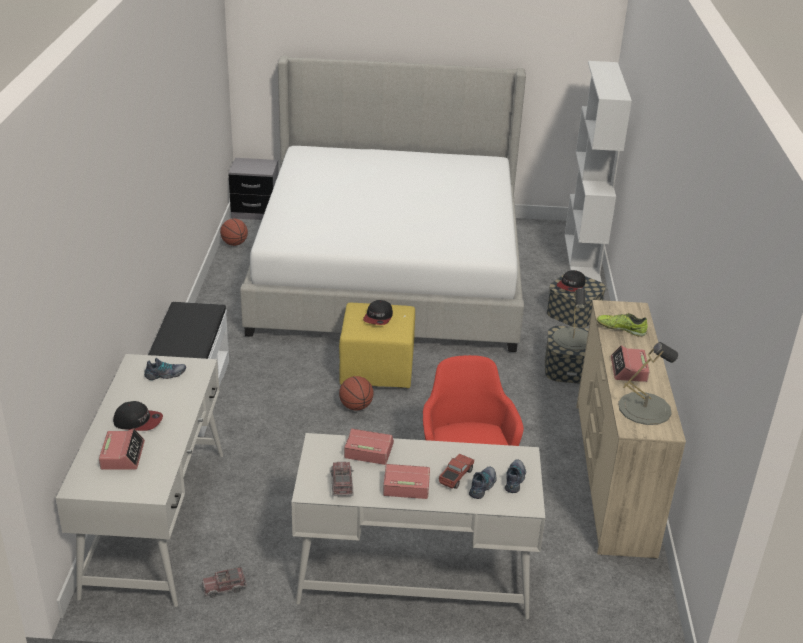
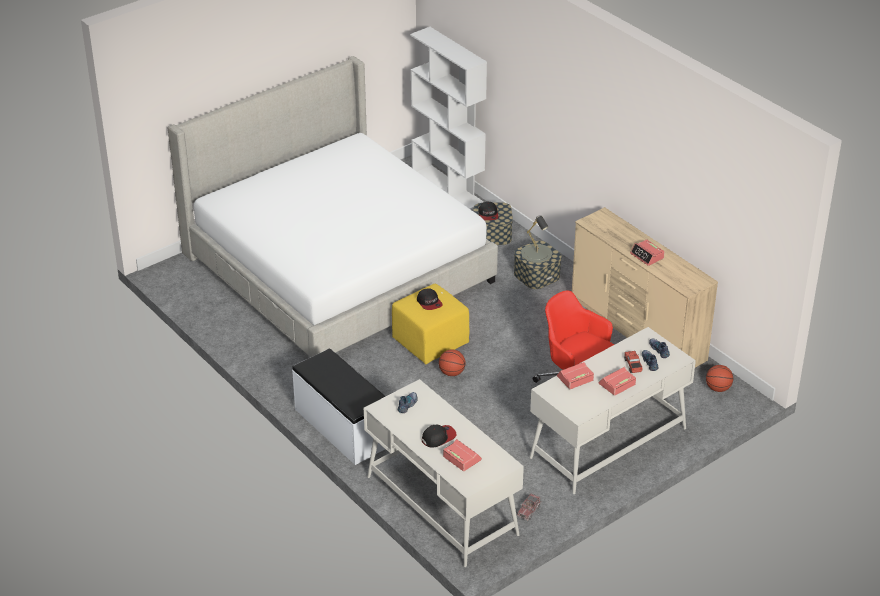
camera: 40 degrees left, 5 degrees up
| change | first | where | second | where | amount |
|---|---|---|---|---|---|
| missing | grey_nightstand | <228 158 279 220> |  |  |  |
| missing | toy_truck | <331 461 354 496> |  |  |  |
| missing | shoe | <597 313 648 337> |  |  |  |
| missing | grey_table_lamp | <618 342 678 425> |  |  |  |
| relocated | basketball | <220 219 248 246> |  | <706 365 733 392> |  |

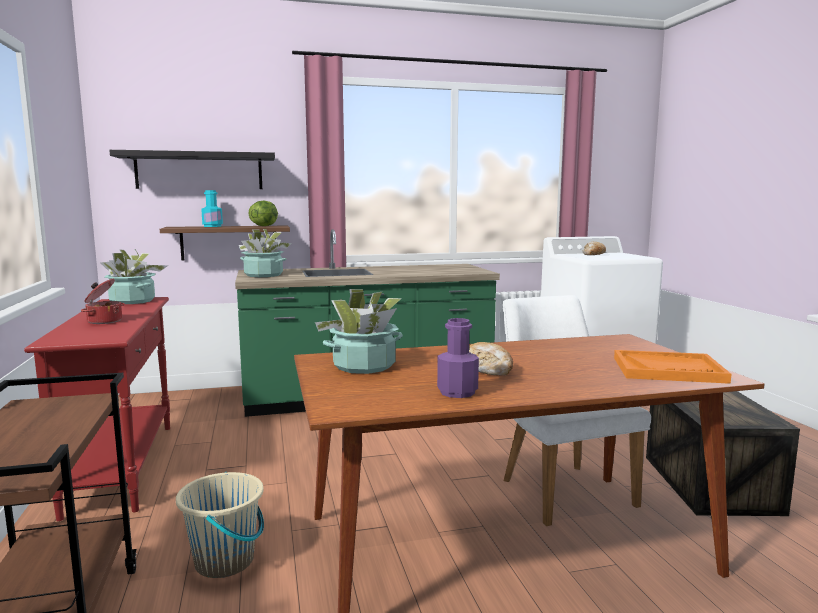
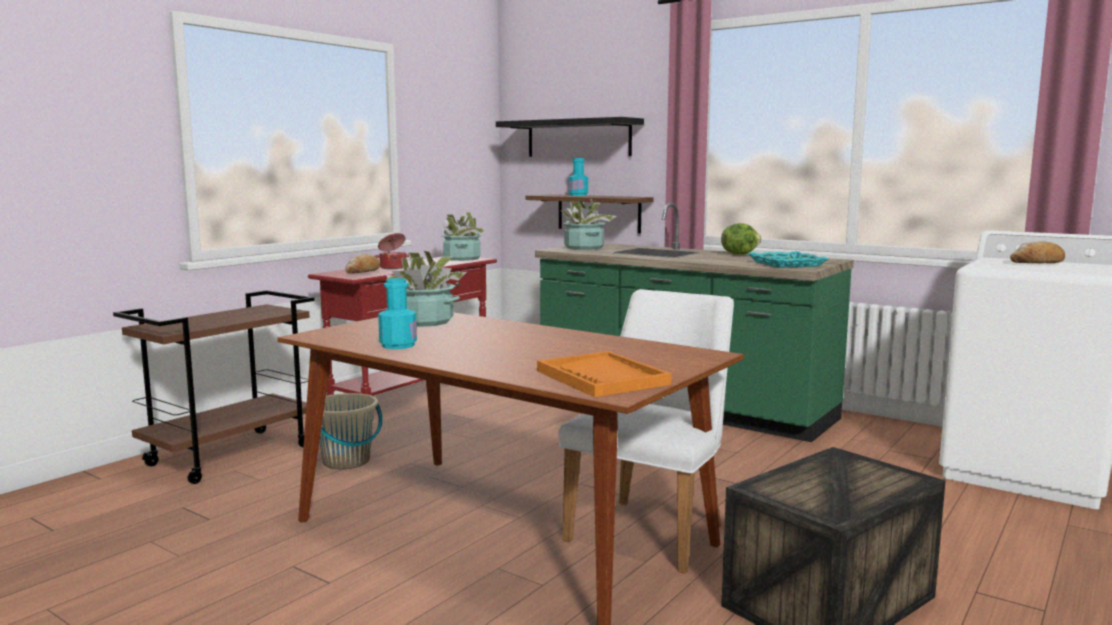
camera: 50 degrees right, 0 degrees up
| change | first | where | second | where | amount |
|---|---|---|---|---|---|
| appeared |  |  | turquoise_tray | <748 251 828 268> |  |
| relocated | lettuce | <248 201 278 226> |  | <721 223 762 255> |  |
| relocated | bread | <469 342 513 375> |  | <345 254 381 273> |  |
| colour | purple_bottle | <437 318 479 398> | turquoise_bottle | <378 278 417 349> |  |

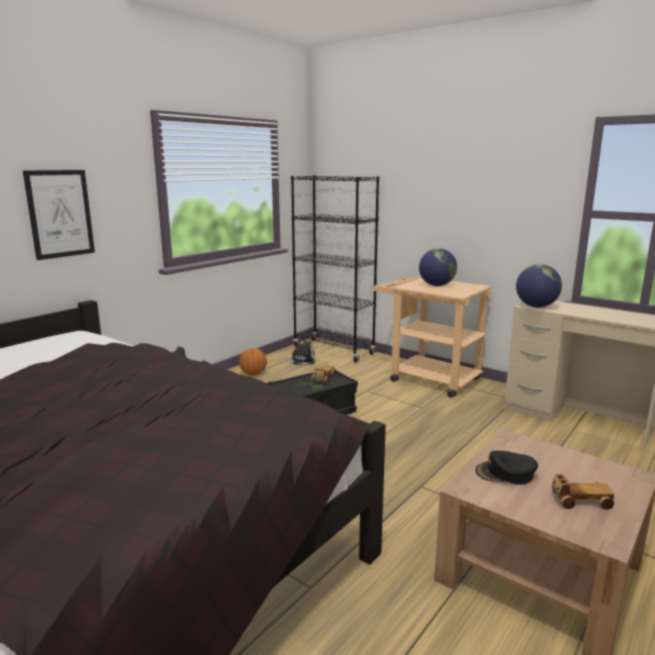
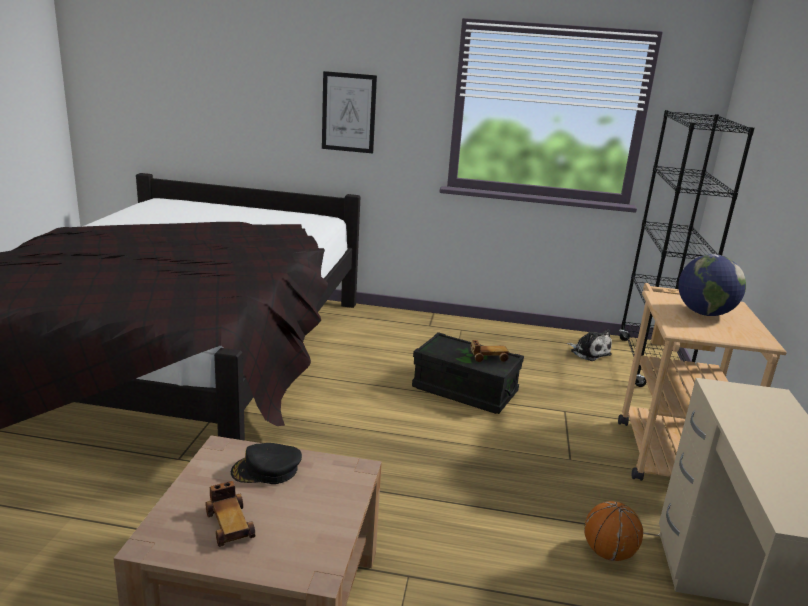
camera: 60 degrees right, 5 degrees up
| change | first | where | second | where | amount |
|---|---|---|---|---|---|
| missing | globe | <516 264 562 307> |  |  |  |
| relocated | basketball | <239 348 267 376> |  | <584 501 643 561> |  |
| spun | black_cap | <475 451 538 485> |  | <231 443 302 484> | 75 degrees counterclockwise |

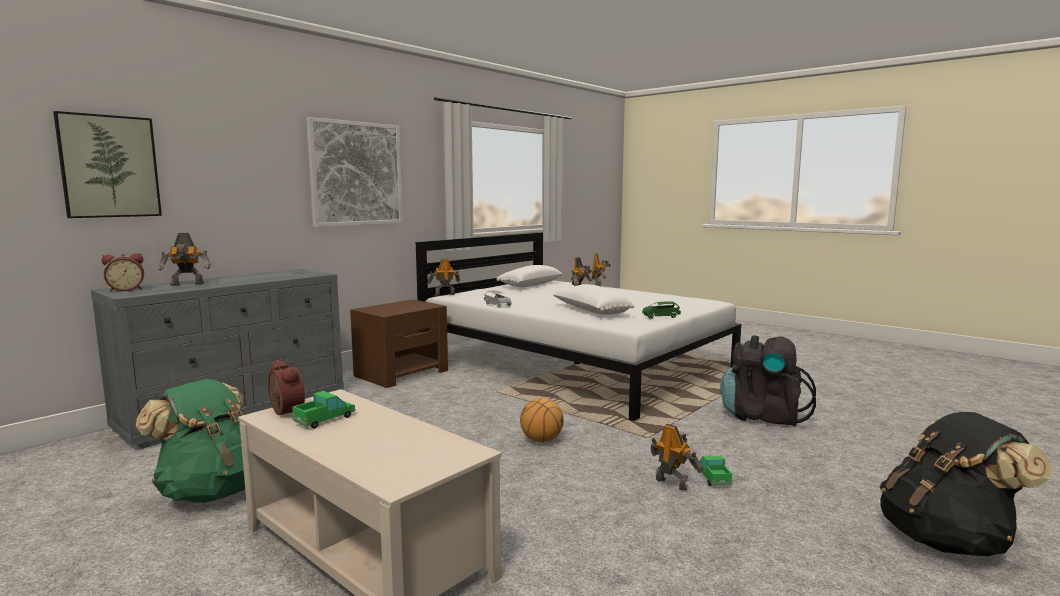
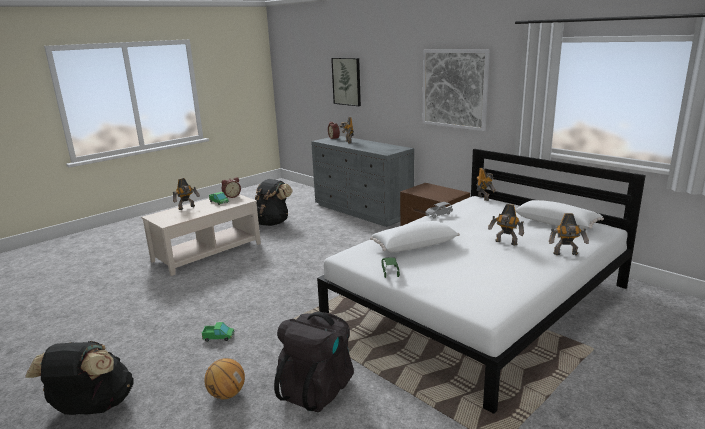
camera: 95 degrees right, 10 degrees up
| change | first | where | second | where | amount |
|---|---|---|---|---|---|
| relocated | basketball | <520 398 564 442> |  | <204 358 245 399> |  |
| relocated | toy_robot | <651 424 703 491> |  | <172 178 200 210> |  |
| colour | green_backpack | <136 379 245 503> | black_backpack | <255 179 292 226> |  |

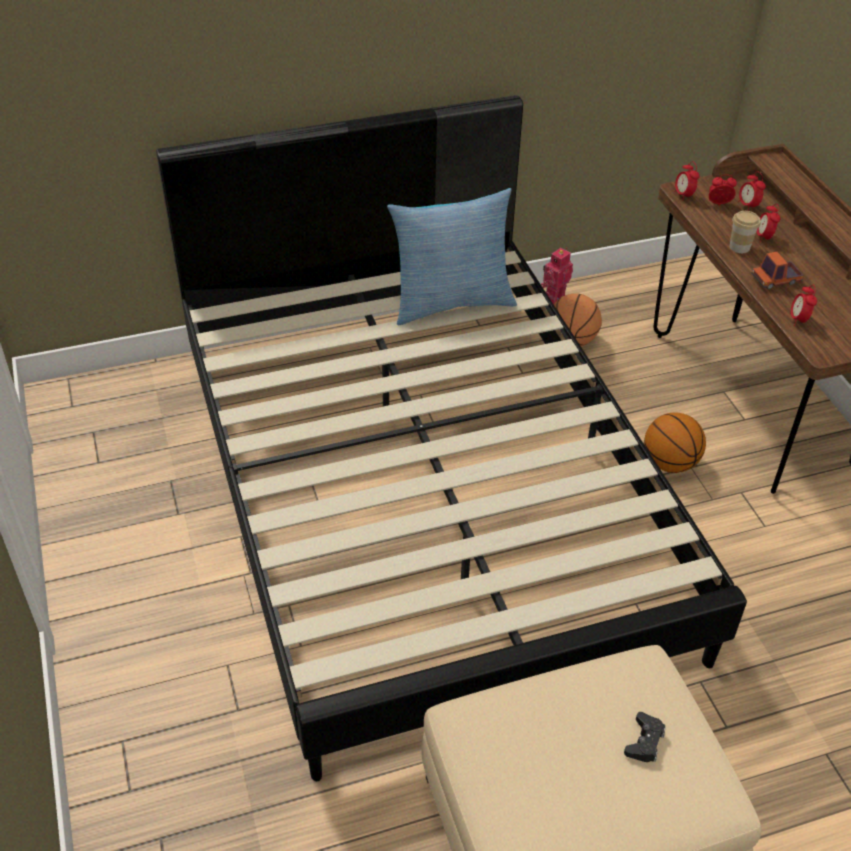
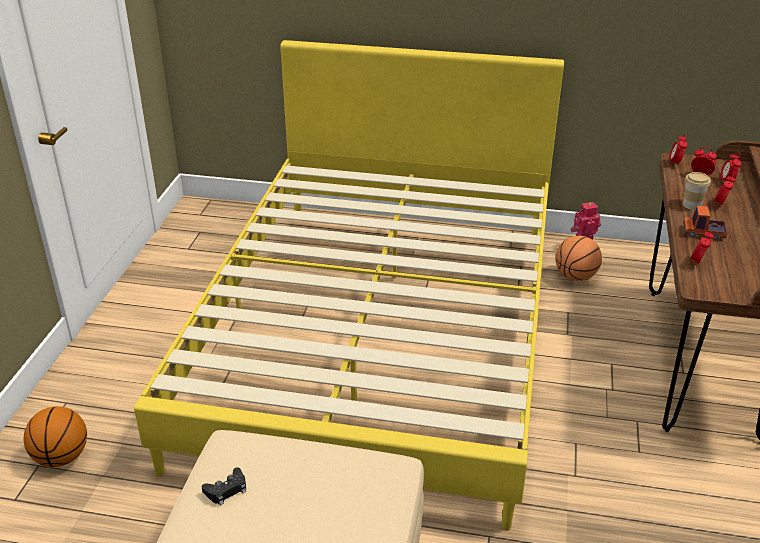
camera: 30 degrees right, 10 degrees down
| change | first | where | second | where | amount |
|---|---|---|---|---|---|
| missing | pillow | <387 188 517 325> |  |  |  |
| relocated | black_game_controller | <624 712 666 762> |  | <202 467 246 506> |  |
| relocated | basketball | <644 412 706 473> |  | <24 406 87 467> |  |
| colour | black_bed | <156 95 747 781> | yellow_bed | <134 40 564 531> |  |

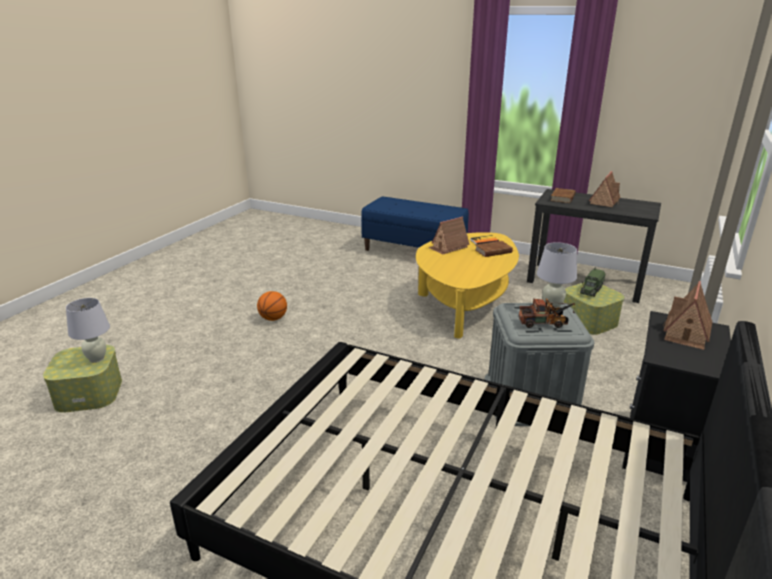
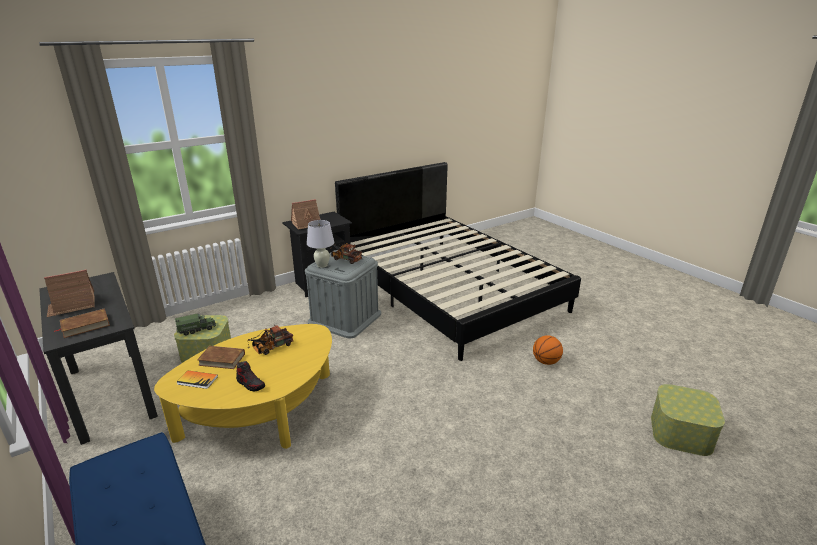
camera: 150 degrees left, 0 degrees up
| change | first | where | second | where | amount |
|---|---|---|---|---|---|
| missing | white_table_lamp | <66 298 110 363> |  |  |  |
| appeared |  |  | toy_truck | <248 325 294 355> |  |
| relocated | basketball | <257 291 287 321> |  | <533 335 563 365> |  |
| exchanged | toy_house | <428 216 470 255> | shoe | <236 361 265 391> |  |

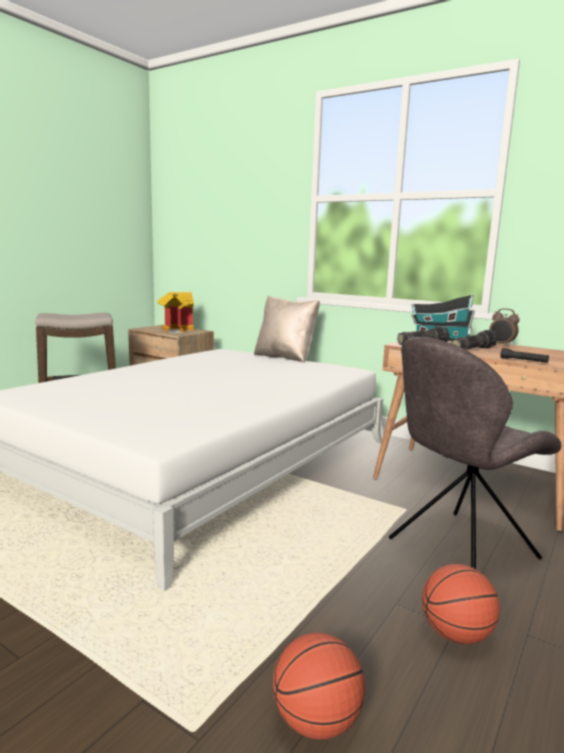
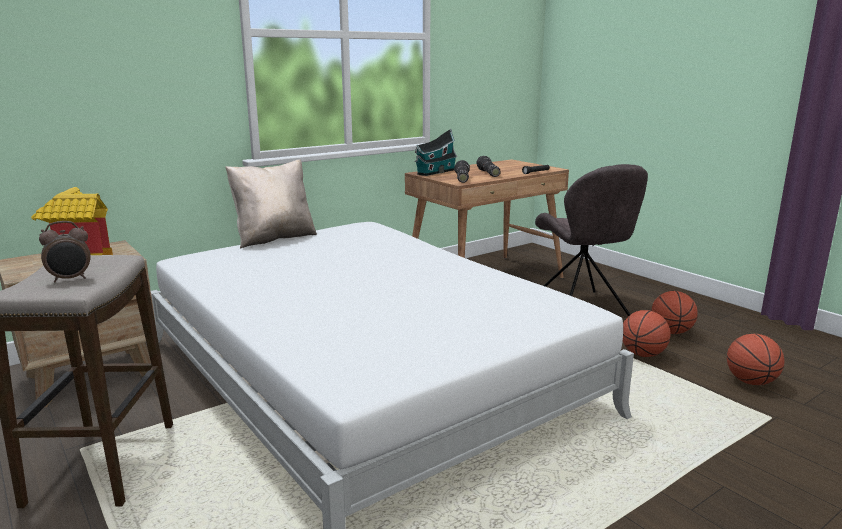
camera: 70 degrees left, 5 degrees up
| change | first | where | second | where | amount |
|---|---|---|---|---|---|
| appeared |  |  | basketball | <623 310 671 357> |  |
| relocated | alarm_clock | <489 309 519 346> |  | <39 221 91 283> |  |

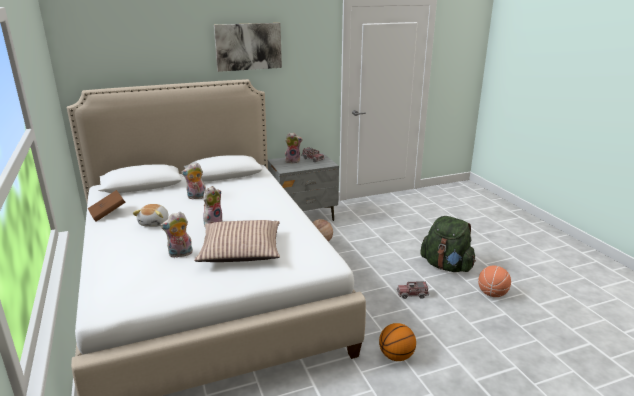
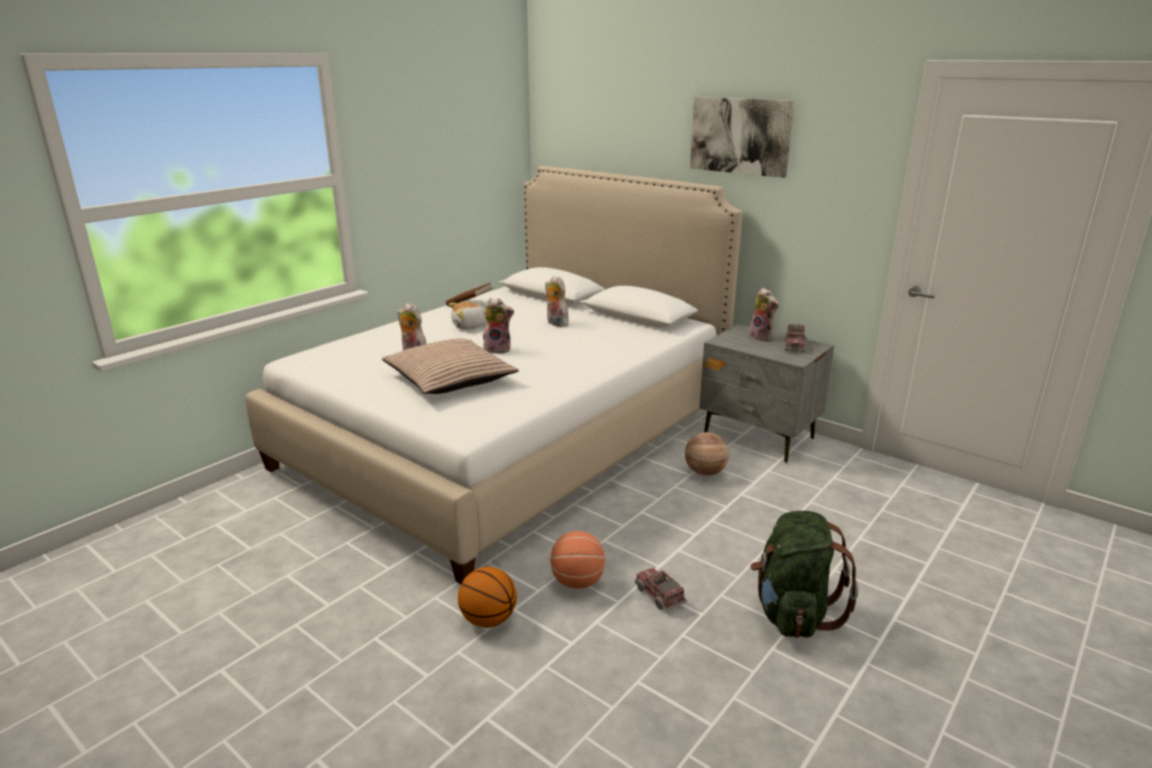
camera: 60 degrees right, 0 degrees up
| change | first | where | second | where | amount |
|---|---|---|---|---|---|
| relocated | basketball | <478 265 511 297> |  | <550 531 605 589> |  |

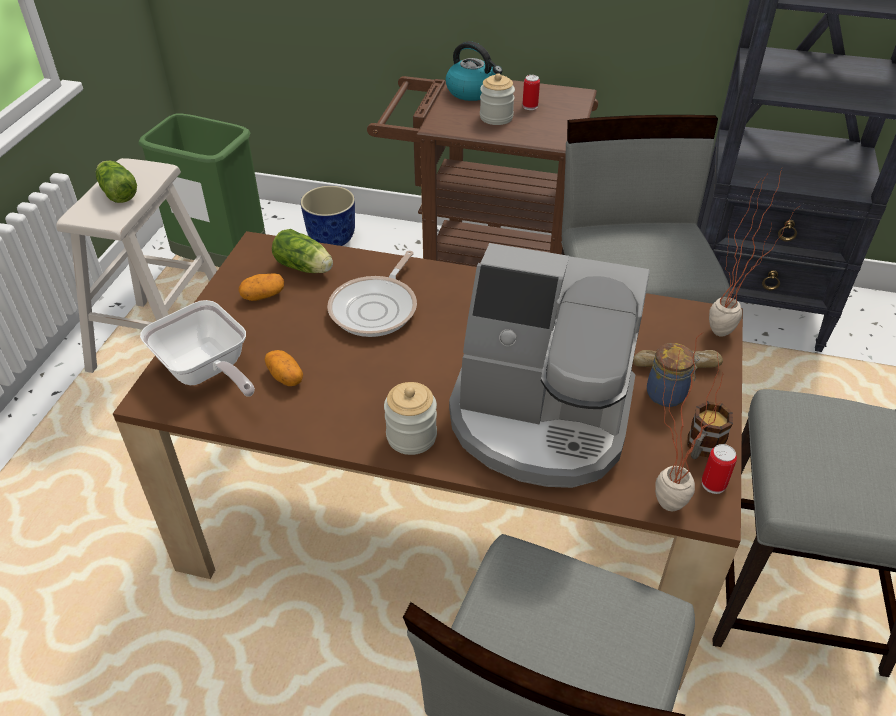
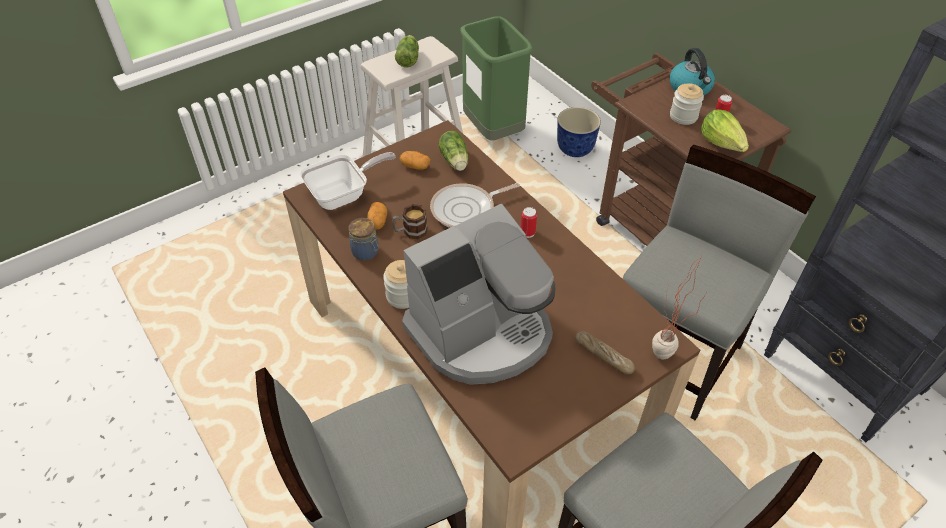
camera: 40 degrees right, 5 degrees up
| change | first | where | second | where | amount |
|---|---|---|---|---|---|
| missing | potted_plant | <655 332 723 511> |  |  |  |
| appeared |  |  | lettuce | <701 109 749 152> |  |
| relocated | jar | <647 343 700 407> |  | <349 218 379 261> |  |
| relocated | mug | <687 401 733 459> |  | <392 204 427 239> |  |
| relocated | can | <702 444 737 494> |  | <521 207 537 238> |  |
| spun | frying_pan | <140 300 255 397> |  | <300 152 396 210> | 120 degrees counterclockwise |
| spun | coffee_machine | <449 243 650 488> |  | <402 204 555 385> | 90 degrees counterclockwise |

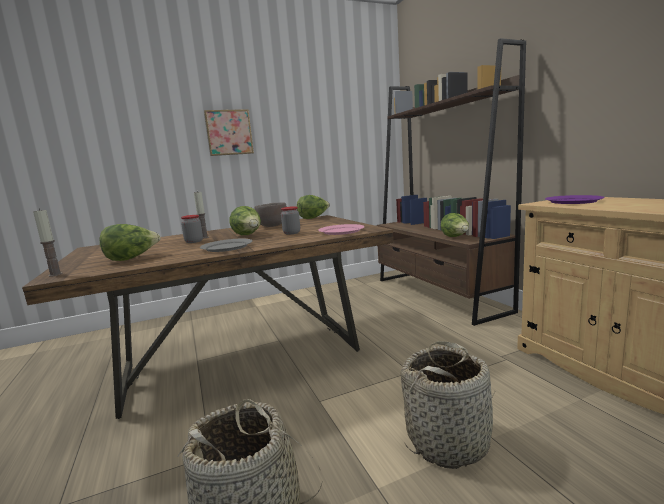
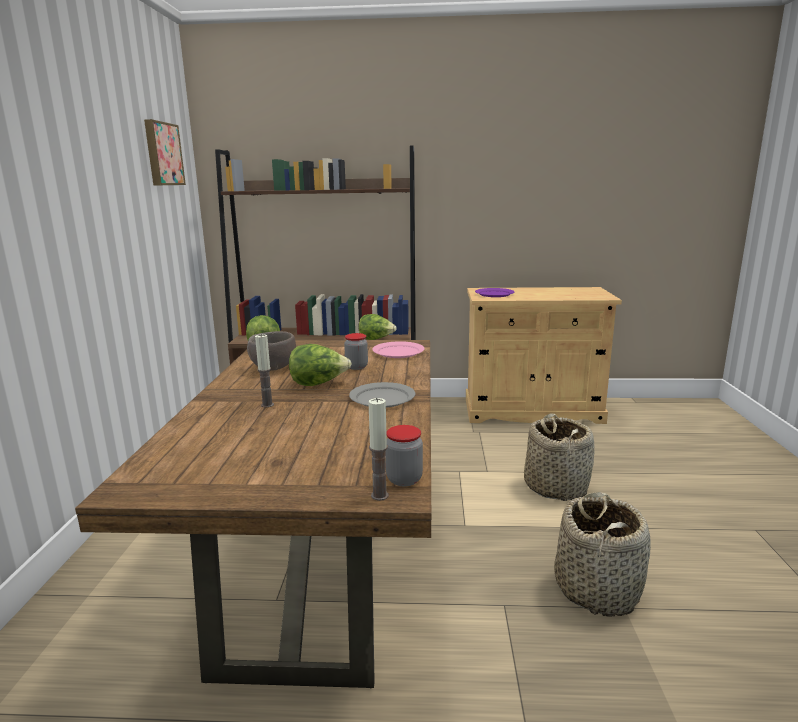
camera: 65 degrees left, 5 degrees up
| change | first | where | second | where | amount |
|---|---|---|---|---|---|
| missing | lettuce | <99 224 160 261> |  |  |  |
| relocated | jar | <181 215 203 243> |  | <385 425 423 486> |  |
| relocated | picture | <204 109 254 156> |  | <144 119 186 186> |  |

